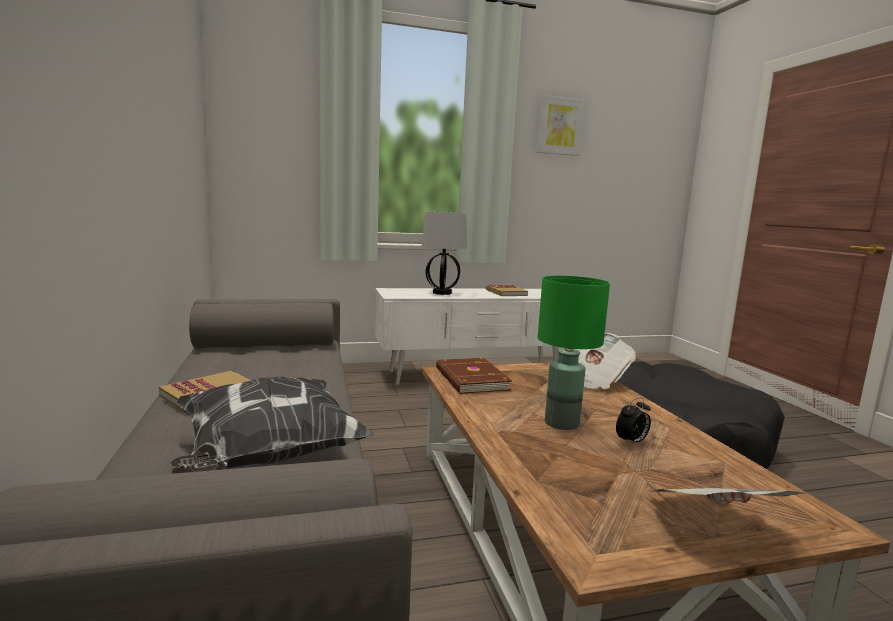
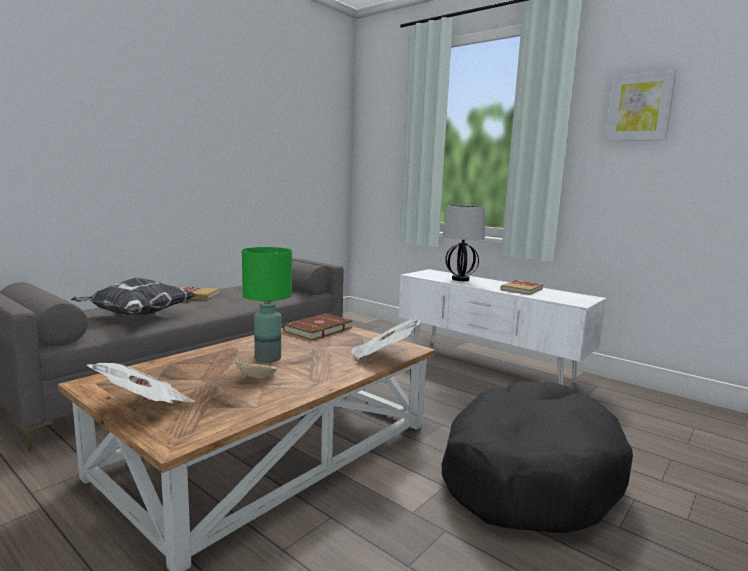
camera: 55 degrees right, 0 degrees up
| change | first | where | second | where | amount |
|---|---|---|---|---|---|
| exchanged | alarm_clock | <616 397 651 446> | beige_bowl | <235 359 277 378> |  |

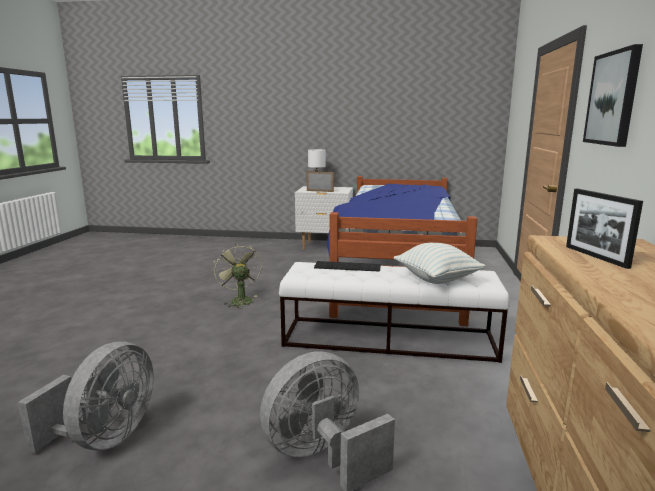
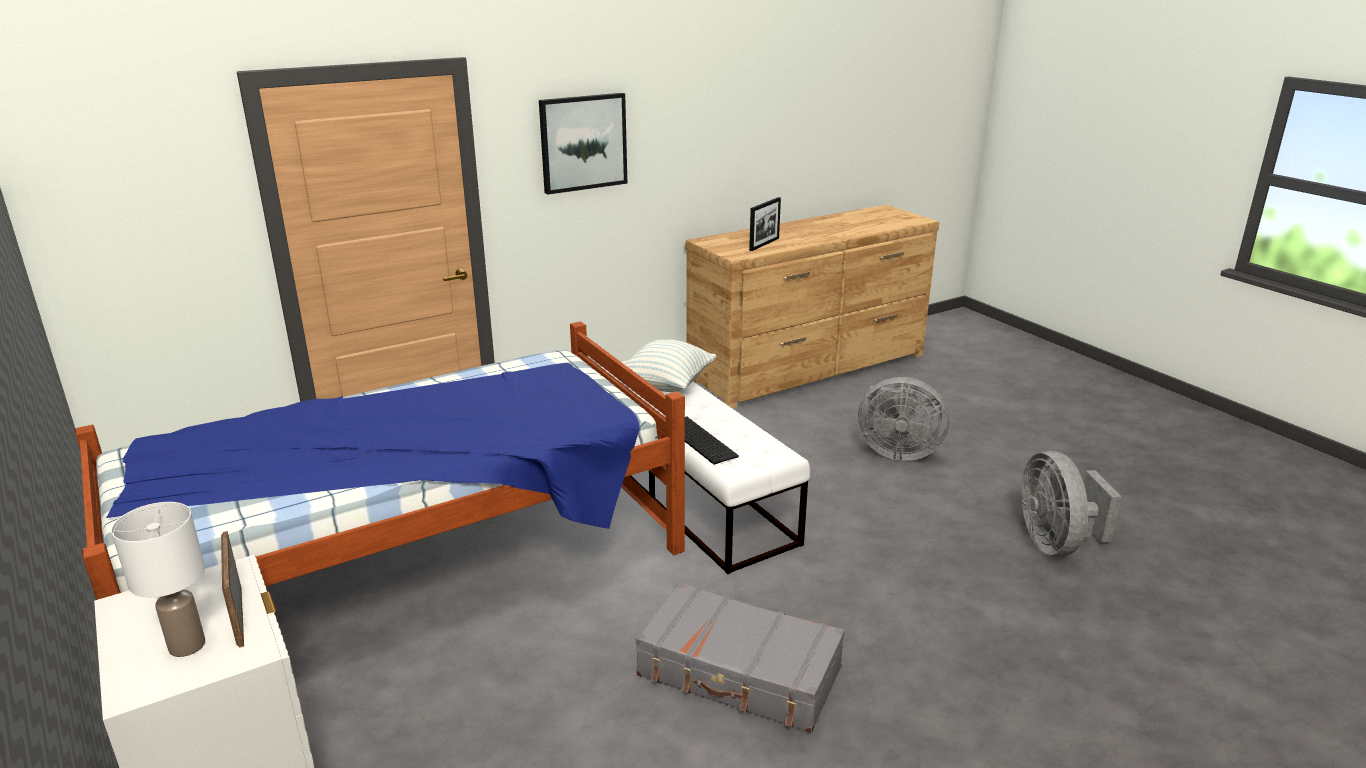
camera: 130 degrees left, 10 degrees up
| change | first | where | second | where | amount |
|---|---|---|---|---|---|
| exchanged | green_fan | <214 244 262 309> | grey_suitcase | <636 582 845 733> |  |
| spun | grey_fan | <18 342 154 453> |  | <1021 451 1121 556> | 75 degrees counterclockwise |

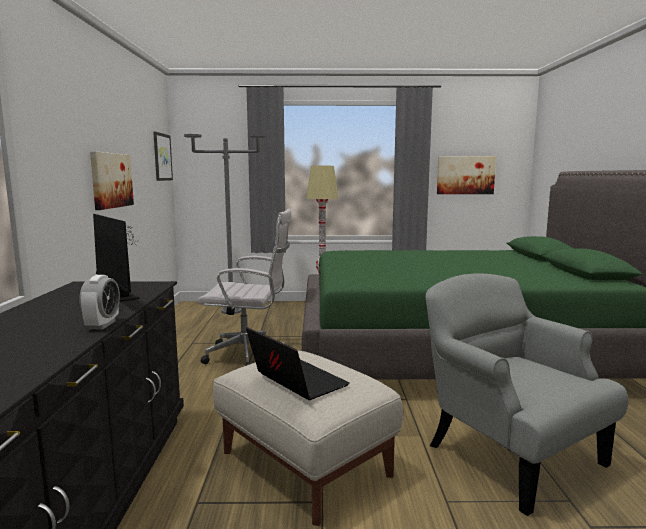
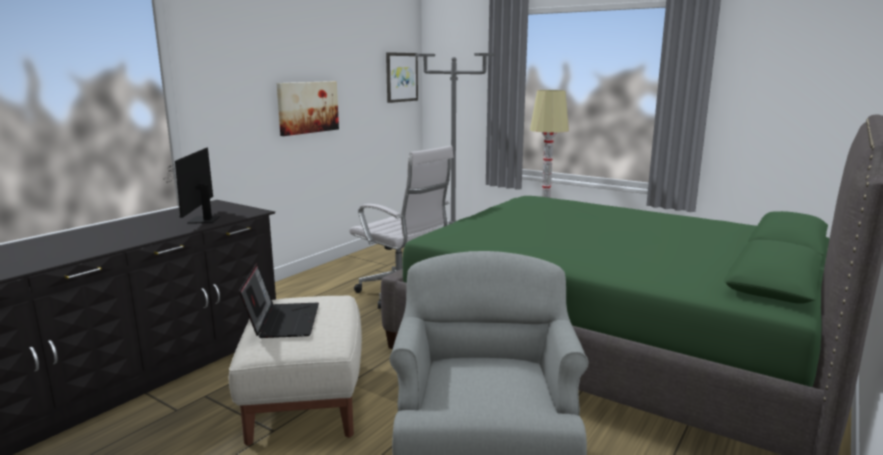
camera: 35 degrees right, 5 degrees up
| change | first | where | second | where | amount |
|---|---|---|---|---|---|
| missing | alarm_clock | <79 275 120 329> |  |  |  |
| missing | picture | <437 156 496 194> |  |  |  |

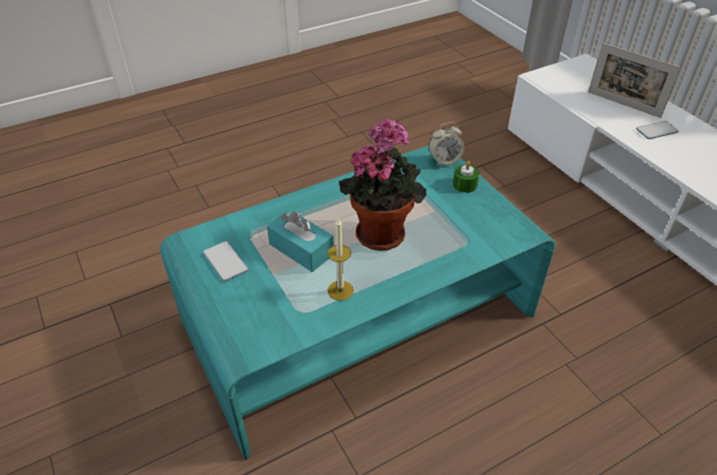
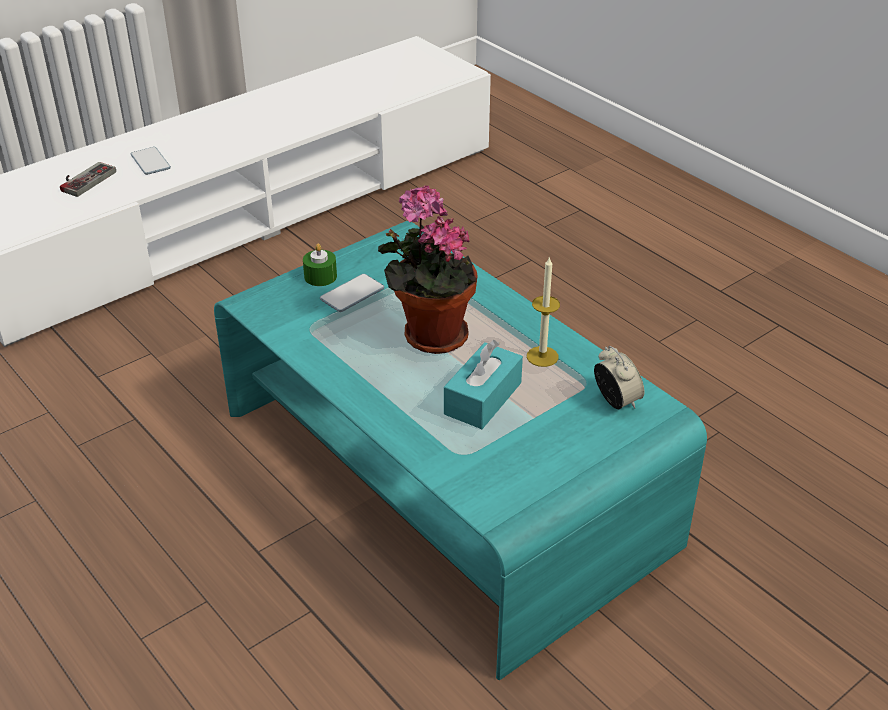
camera: 100 degrees left, 5 degrees down
| change | first | where | second | where | amount |
|---|---|---|---|---|---|
| relocated | phone | <203 241 249 282> |  | <320 274 384 312> |  |
| relocated | alarm_clock | <429 122 465 166> |  | <594 346 644 409> |  |
| exchanged | picture_frame | <588 43 681 118> | game_controller | <60 162 116 197> |  |

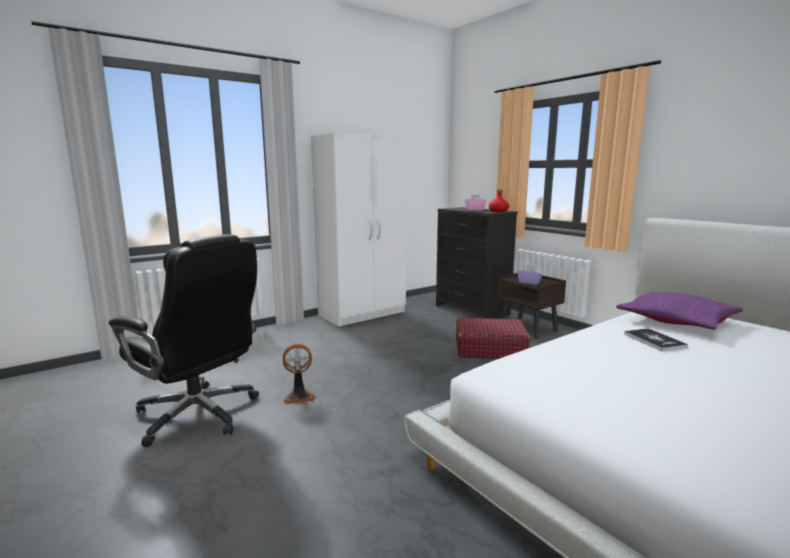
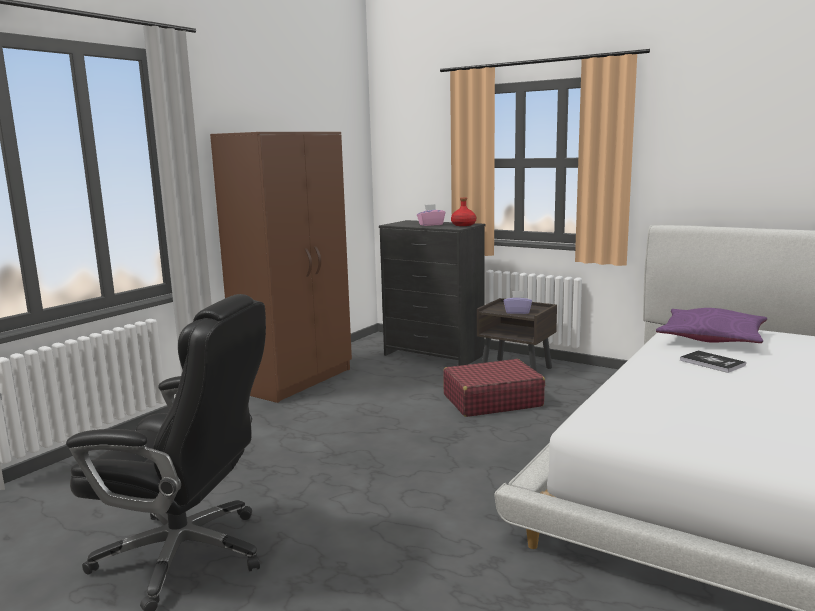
camera: 20 degrees left, 0 degrees up
| change | first | where | second | where | amount |
|---|---|---|---|---|---|
| missing | fan | <283 344 316 404> |  |  |  |
| colour | white_wardrobe | <311 133 407 327> | brown_wardrobe | <210 132 352 403> |  |

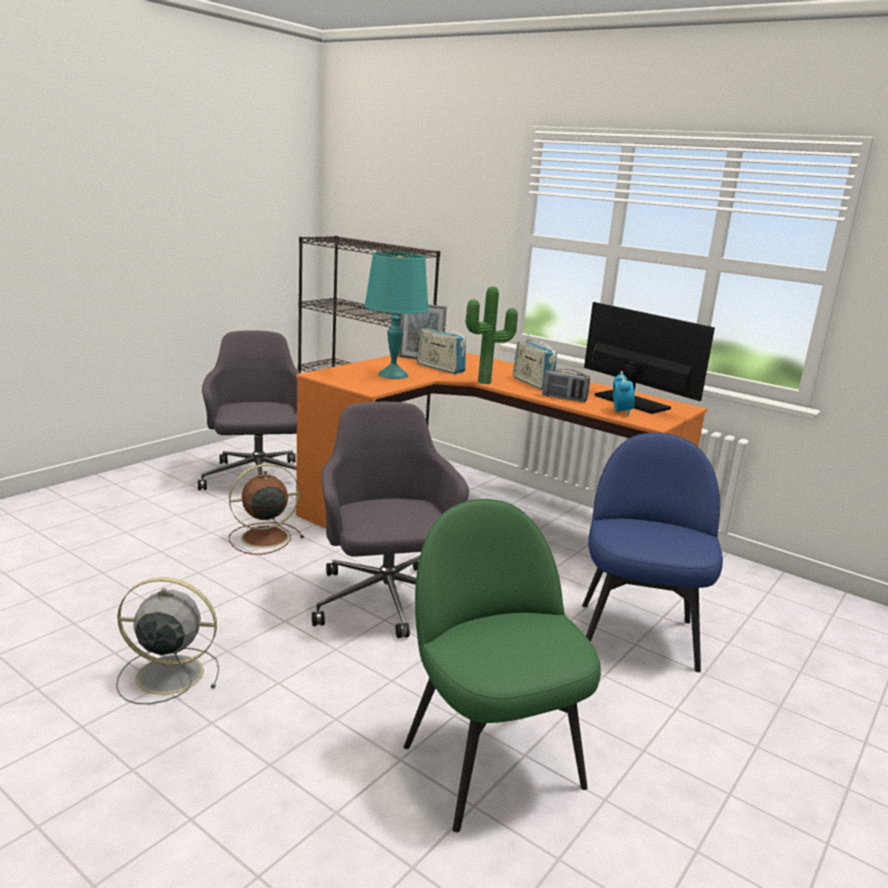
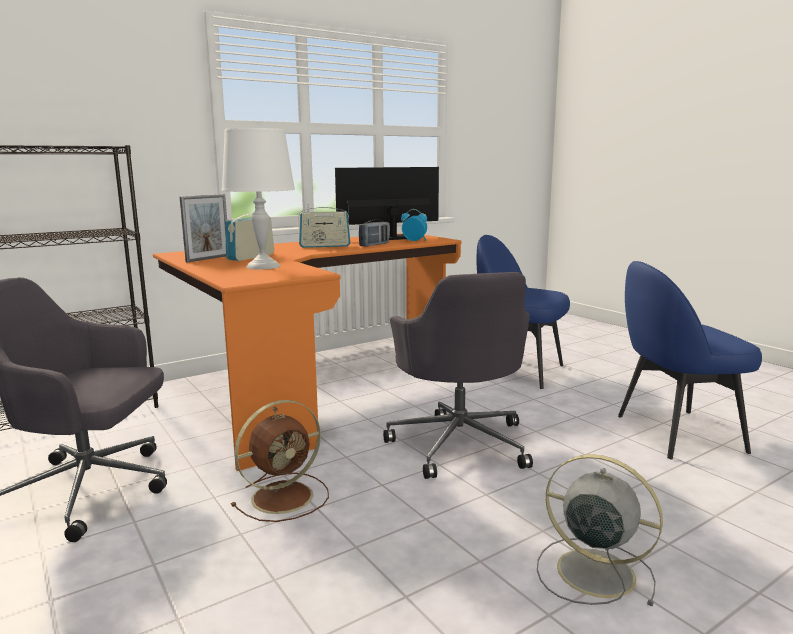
camera: 70 degrees left, 5 degrees down
| change | first | where | second | where | amount |
|---|---|---|---|---|---|
| missing | potted_plant | <466 286 518 384> |  |  |  |
| colour | turquoise_table_lamp | <364 252 429 379> | white_table_lamp | <222 128 295 270> |  |
| colour | green_chair | <404 499 601 832> | blue_chair | <618 261 762 459> |  |
| spun | grey_fan | <116 577 219 704> |  | <537 454 663 606> | 105 degrees clockwise |
| spun | brown_fan | <229 464 304 555> |  | <231 400 329 522> | 120 degrees counterclockwise |
| spun | grey_office_chair | <312 402 469 638> |  | <383 272 533 479> | 105 degrees counterclockwise |
| spun | radio | <417 321 466 374> |  | <225 213 274 261> | 150 degrees clockwise |

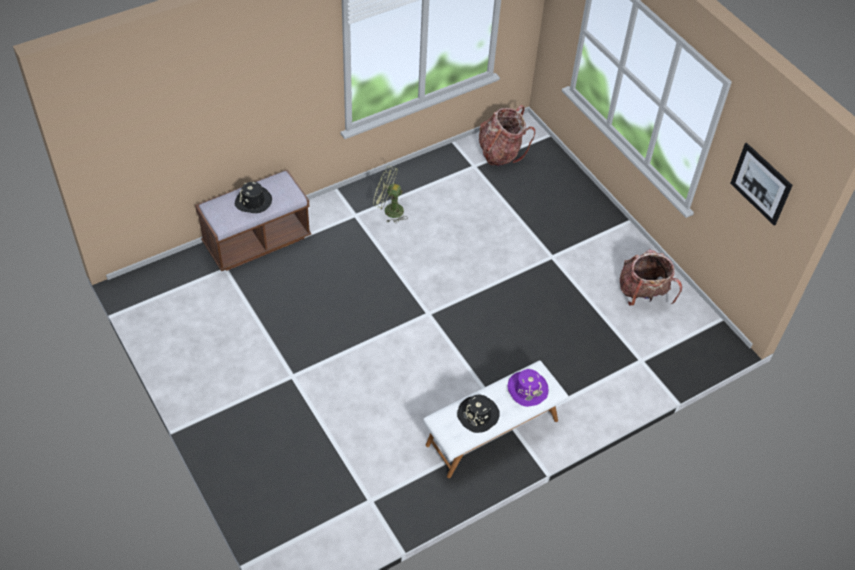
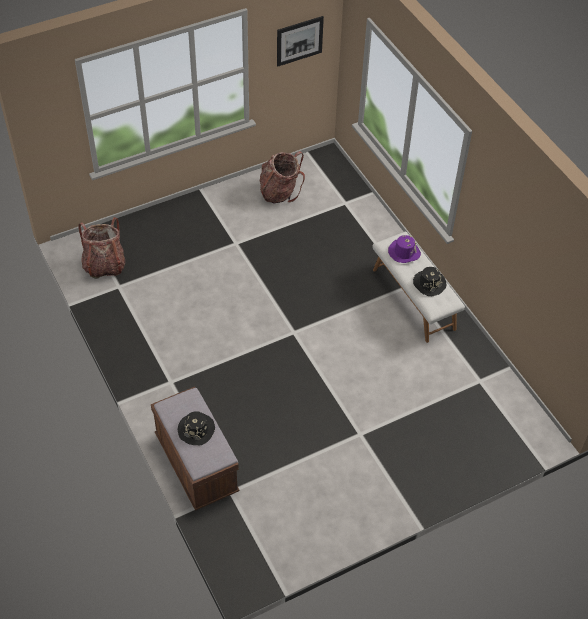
camera: 85 degrees left, 0 degrees up
| change | first | where | second | where | amount |
|---|---|---|---|---|---|
| missing | green_fan | <373 166 408 223> |  |  |  |

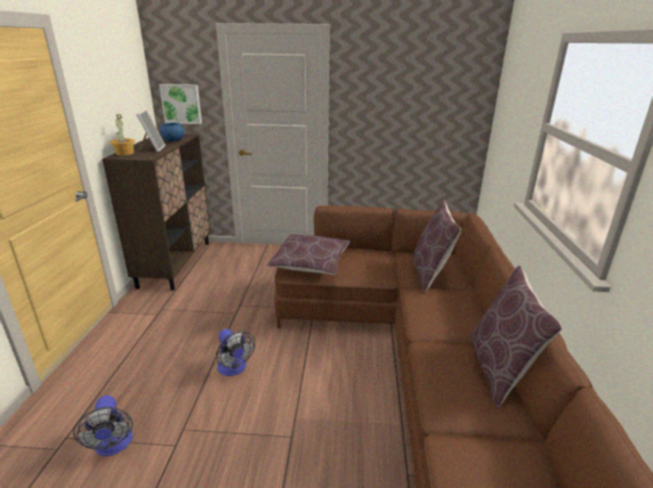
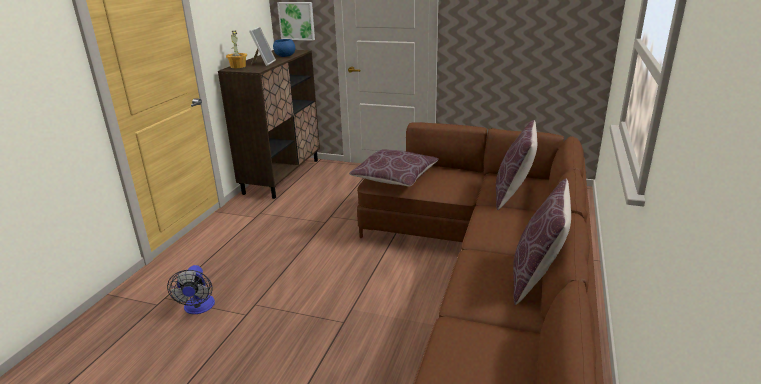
camera: 15 degrees right, 0 degrees up
| change | first | where | second | where | amount |
|---|---|---|---|---|---|
| missing | fan | <216 329 255 376> |  |  |  |

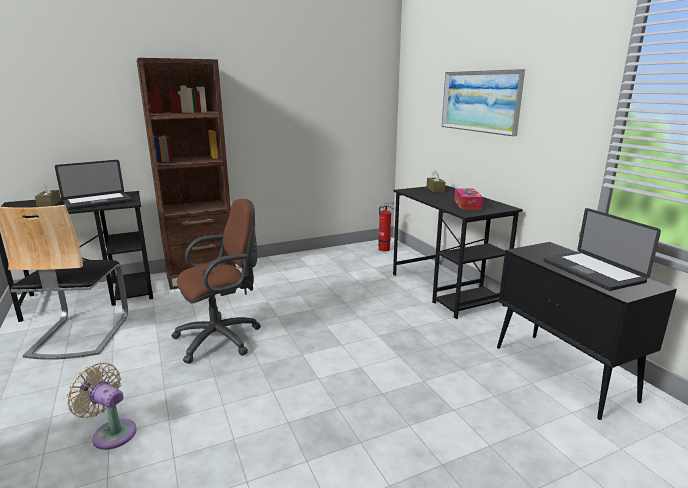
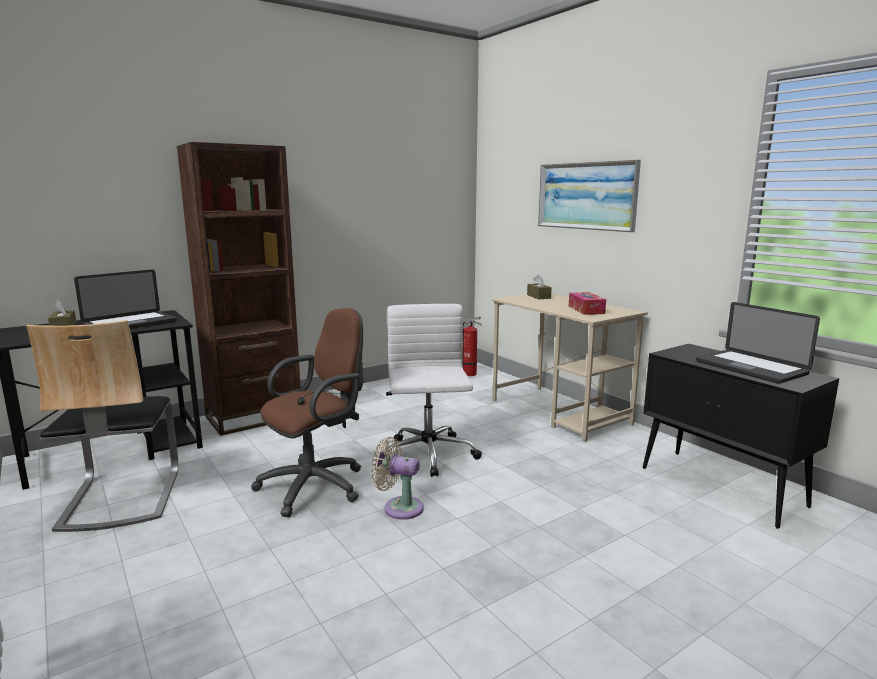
camera: 10 degrees left, 5 degrees down
| change | first | where | second | where | amount |
|---|---|---|---|---|---|
| appeared |  |  | white_office_chair | <384 304 482 477> |  |
| relocated | beige_fan | <67 363 137 450> |  | <371 437 424 520> |  |
| colour | black_desk | <393 185 523 319> | beige_desk | <492 293 648 442> |  |

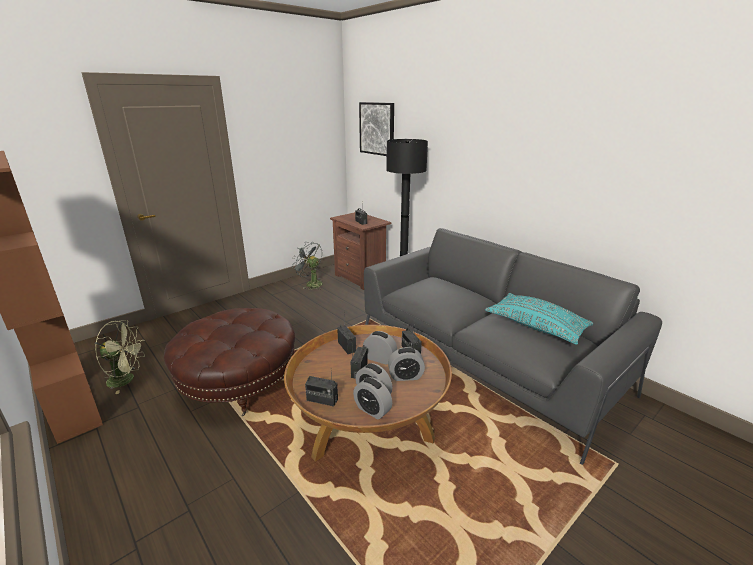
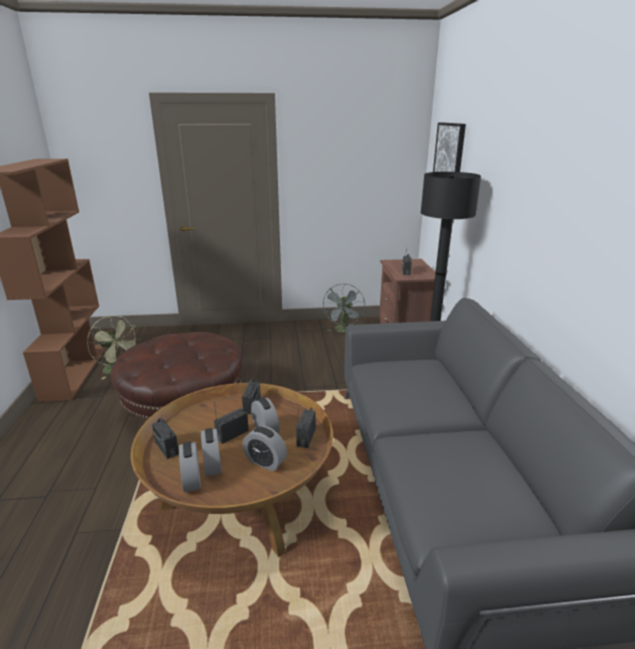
camera: 35 degrees right, 0 degrees up
| change | first | where | second | where | amount |
|---|---|---|---|---|---|
| missing | turquoise_pillow | <485 293 593 345> |  |  |  |
| spun | grey_fan | <292 242 323 290> |  | <323 284 365 333> | 150 degrees counterclockwise |

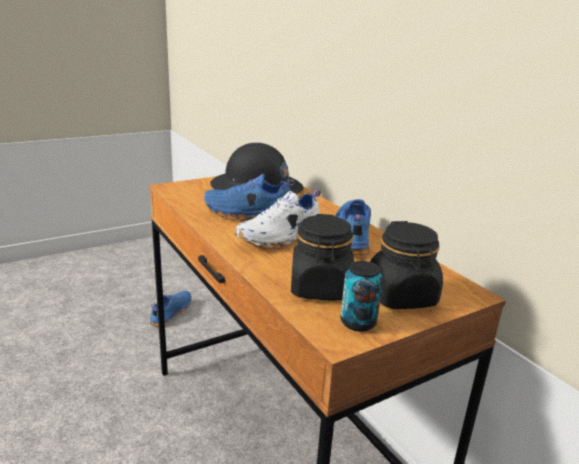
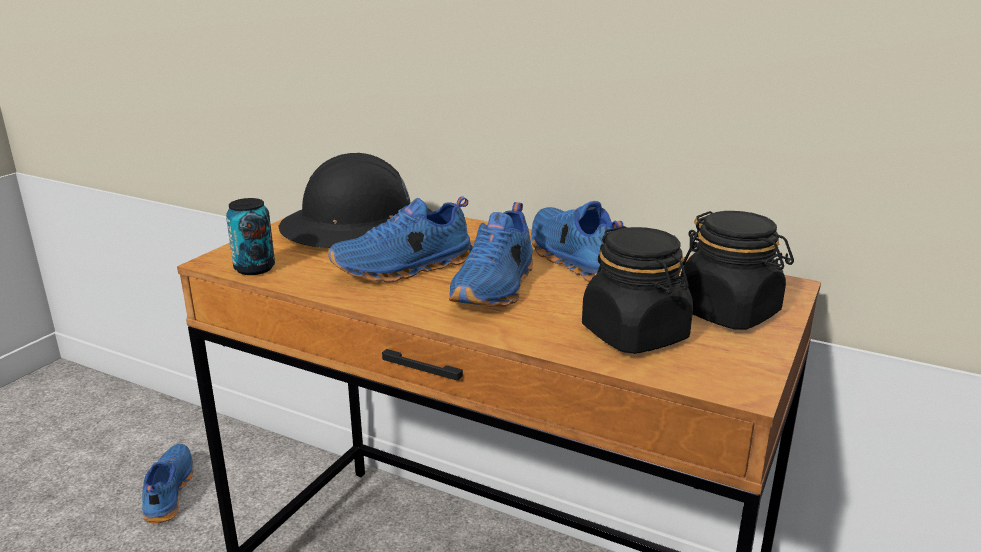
camera: 30 degrees left, 0 degrees up
| change | first | where | second | where | amount |
|---|---|---|---|---|---|
| relocated | can | <340 261 383 332> |  | <226 198 275 275> |  |
| colour | white_shoe | <235 189 321 249> | blue_shoe | <449 202 533 307> |  |

